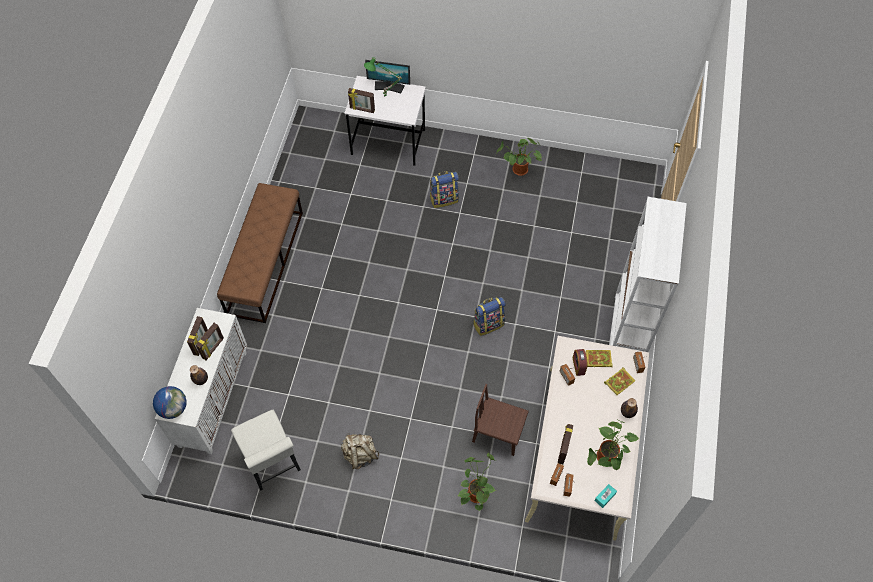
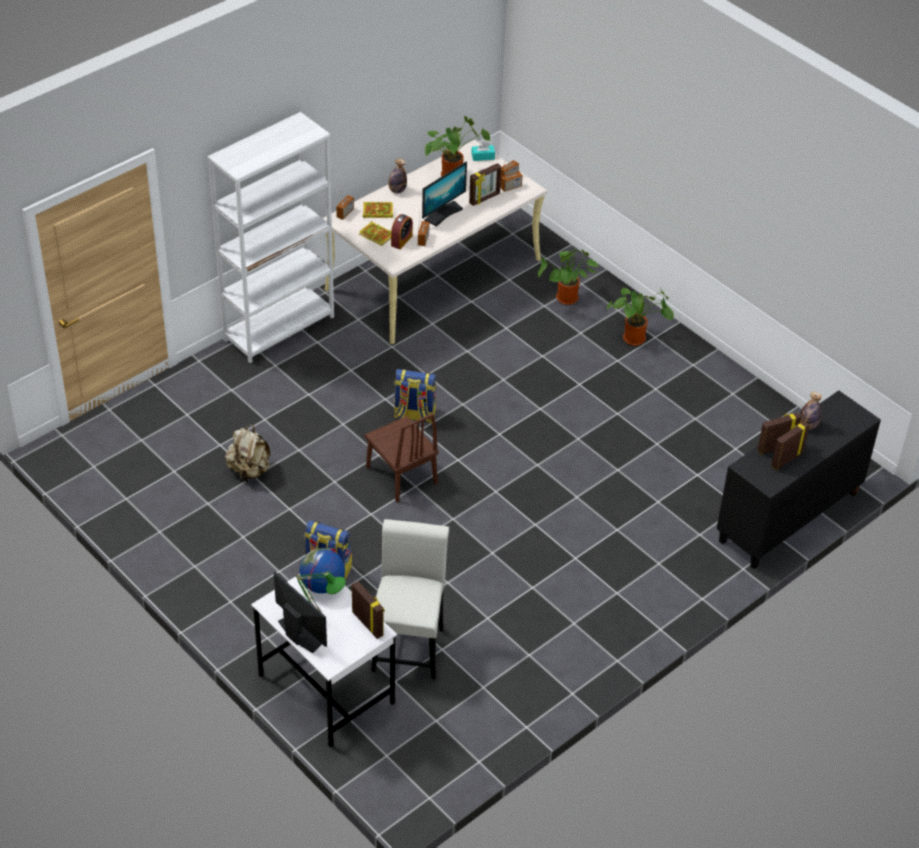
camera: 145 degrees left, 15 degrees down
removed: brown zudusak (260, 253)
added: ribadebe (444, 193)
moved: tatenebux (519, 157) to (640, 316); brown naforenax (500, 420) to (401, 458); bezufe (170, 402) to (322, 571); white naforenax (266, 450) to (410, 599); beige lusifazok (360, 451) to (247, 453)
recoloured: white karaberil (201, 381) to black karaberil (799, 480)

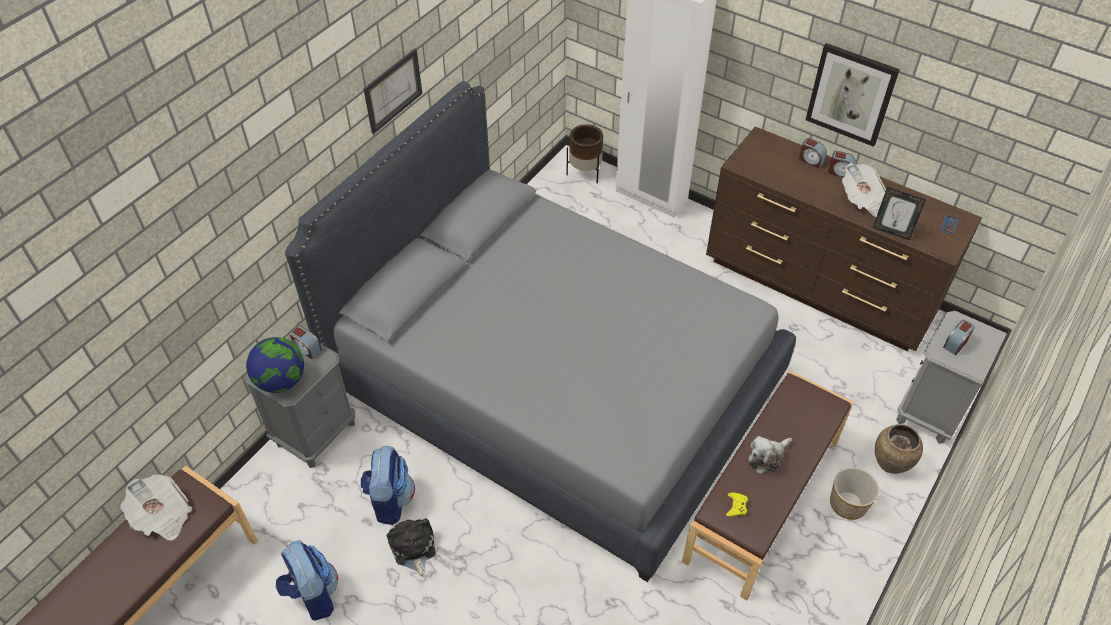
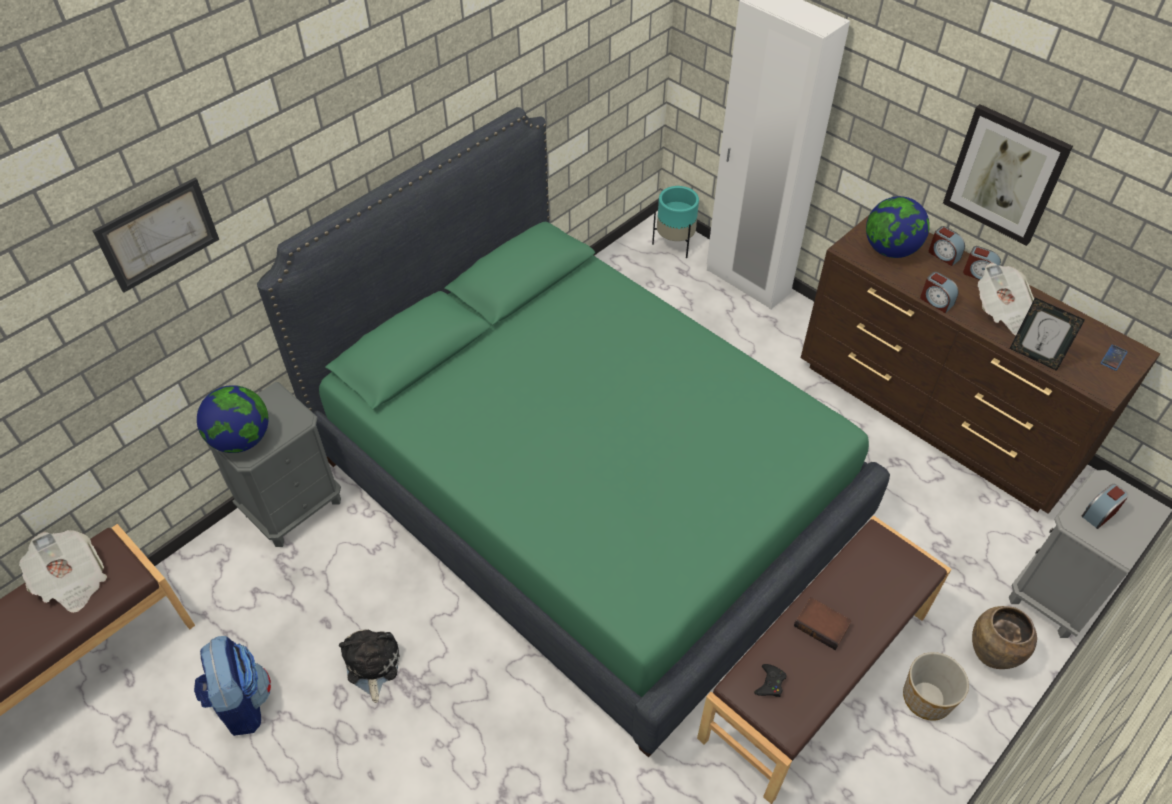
camera: 10 degrees right, 0 degrees up
removed: lusifazok (388, 485)
added: bezufe (898, 227)
moved: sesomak (393, 91) to (155, 235); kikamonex (306, 342) to (939, 292)
replaced: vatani (770, 455) to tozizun (823, 623)
recoloured: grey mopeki (540, 331) to green mopeki (573, 432); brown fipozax (585, 153) to turquoise fipozax (675, 222); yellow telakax (737, 505) to black telakax (770, 680)

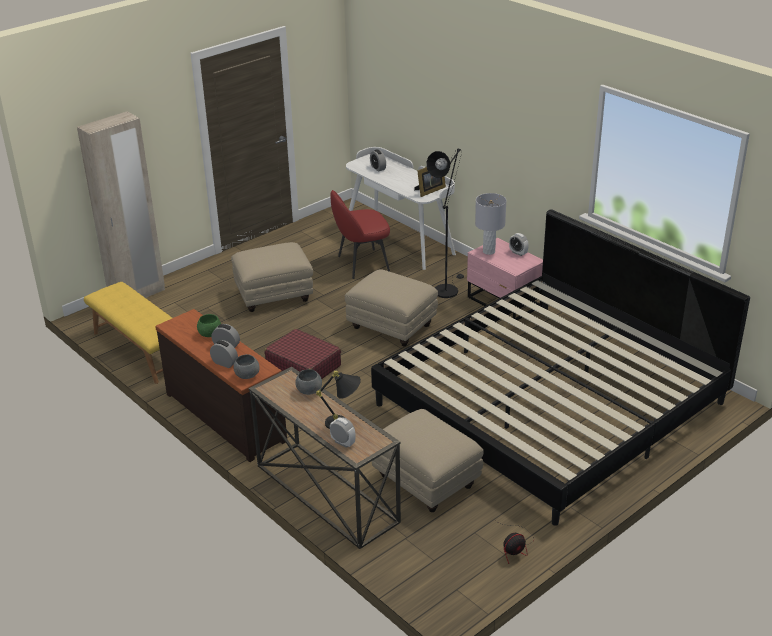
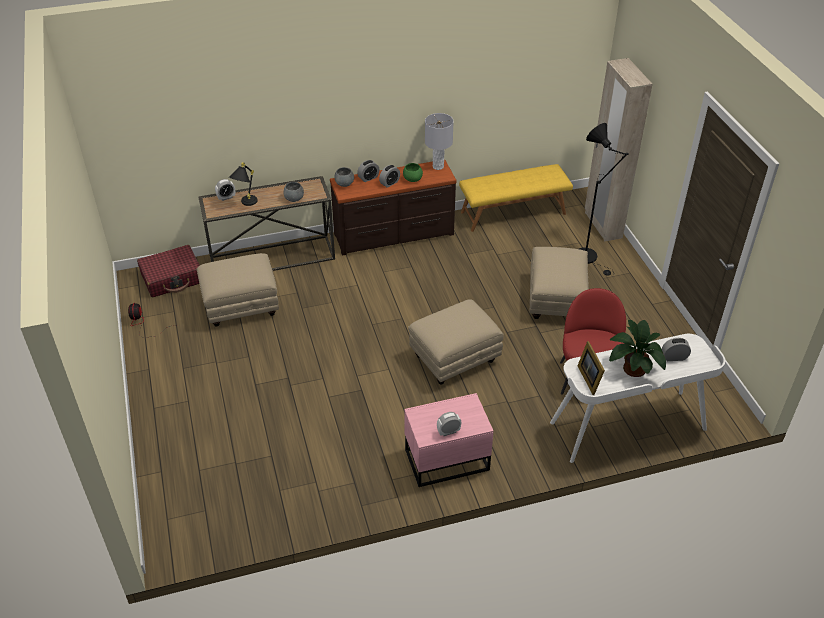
camera: 115 degrees right, 10 degrees up
removed: mopeki (560, 367)
added: tatenebux (637, 348)
moved: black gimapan (445, 223) to (604, 199); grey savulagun (490, 224) to (439, 141); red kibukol (302, 354) to (168, 271)

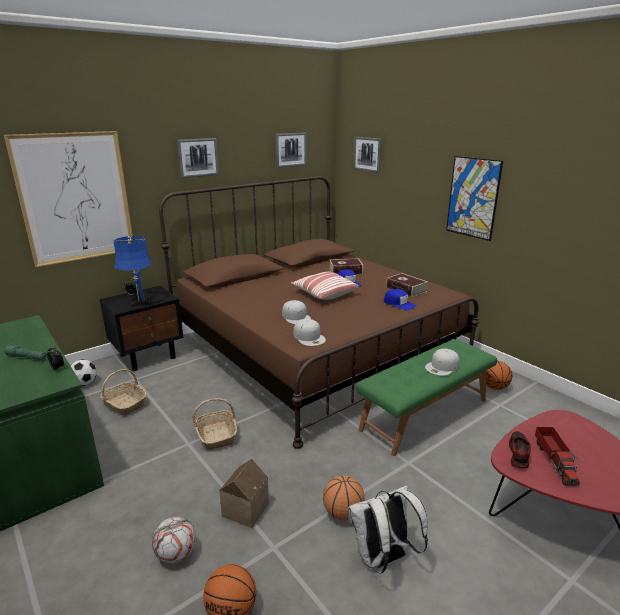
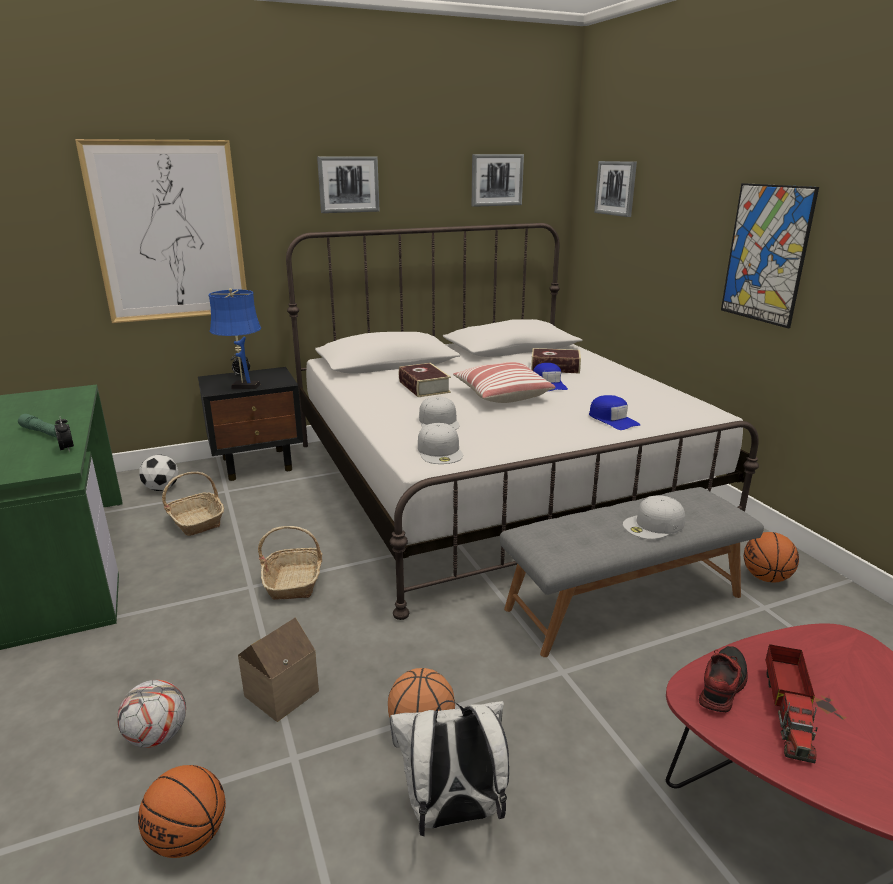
camera: 15 degrees right, 0 degrees up
moved: tozizun (407, 285) to (425, 380)
recoloured: brown mopeki (319, 312) to white mopeki (522, 421); green zudusak (426, 397) to grey zudusak (632, 572)

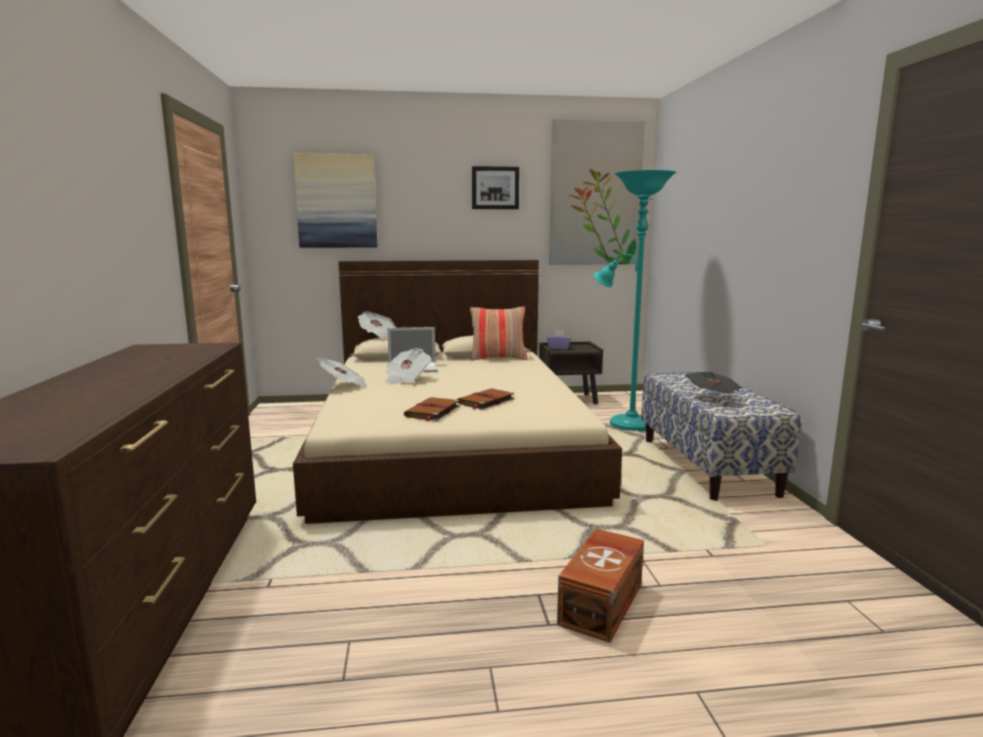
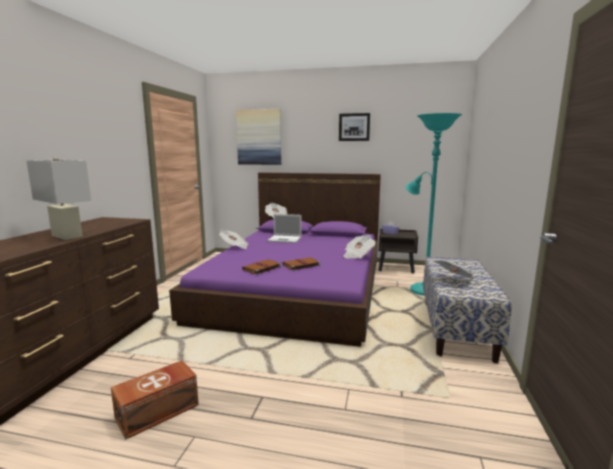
camera: 20 degrees right, 0 degrees up
removed: sesomak (597, 192); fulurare (498, 333)
added: white savulagun (58, 199)
moved: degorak (408, 366) to (359, 247); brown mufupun (600, 586) to (155, 400)
recoloured: beige mopeki (457, 392) to purple mopeki (275, 259)

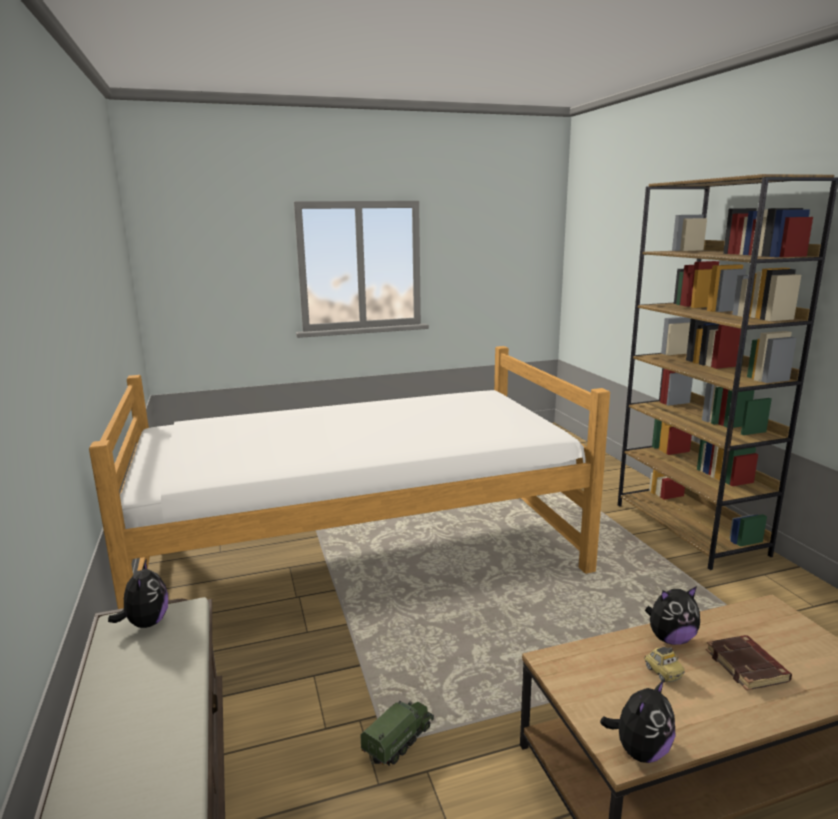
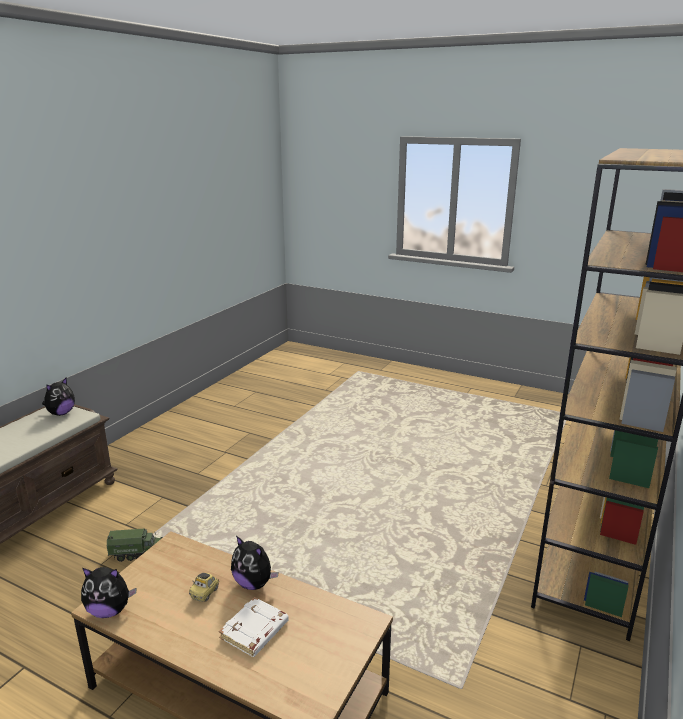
camera: 45 degrees right, 5 degrees up
removed: mopeki (349, 477)
recoloured: brown tozizun (749, 662) to white tozizun (254, 627)

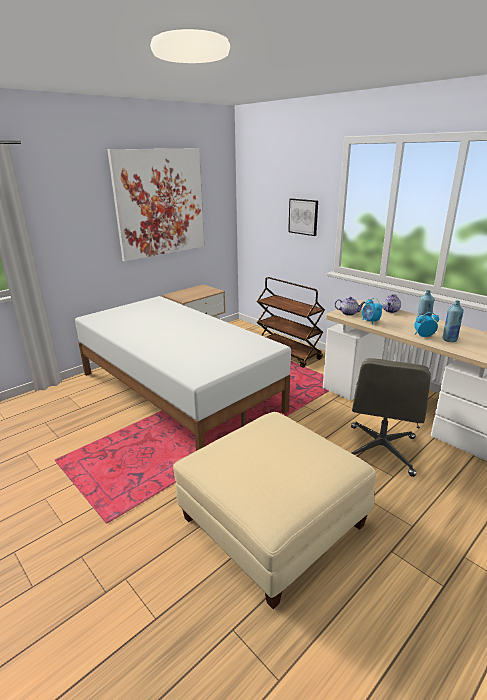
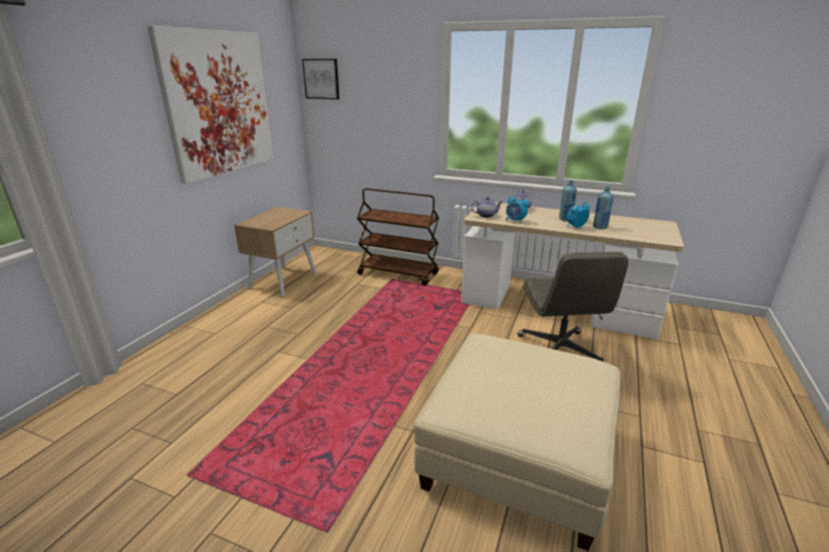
camera: 25 degrees left, 0 degrees up
removed: white mopeki (183, 373)
moved: sesomak (303, 217) to (320, 79)

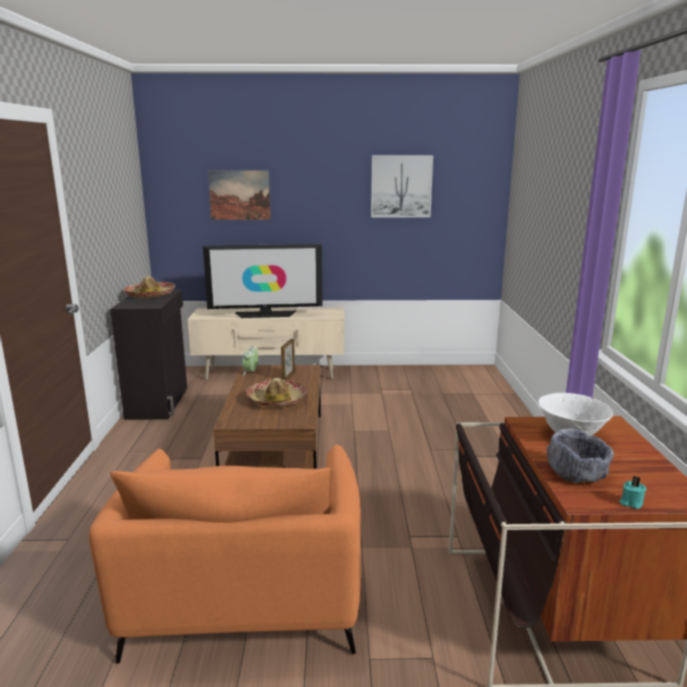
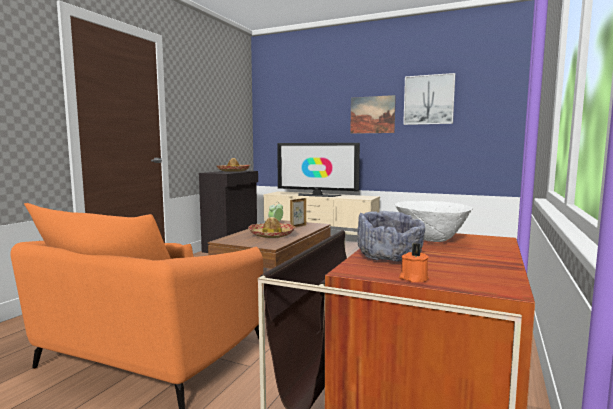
camera: 25 degrees right, 10 degrees down
moved: sesomak (239, 195) to (373, 114)
recoloured: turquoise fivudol (632, 492) to orange fivudol (414, 262)

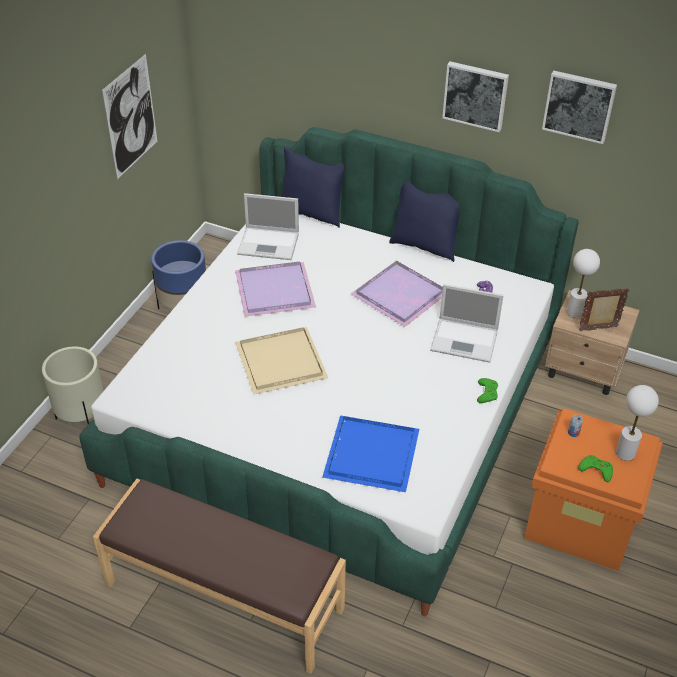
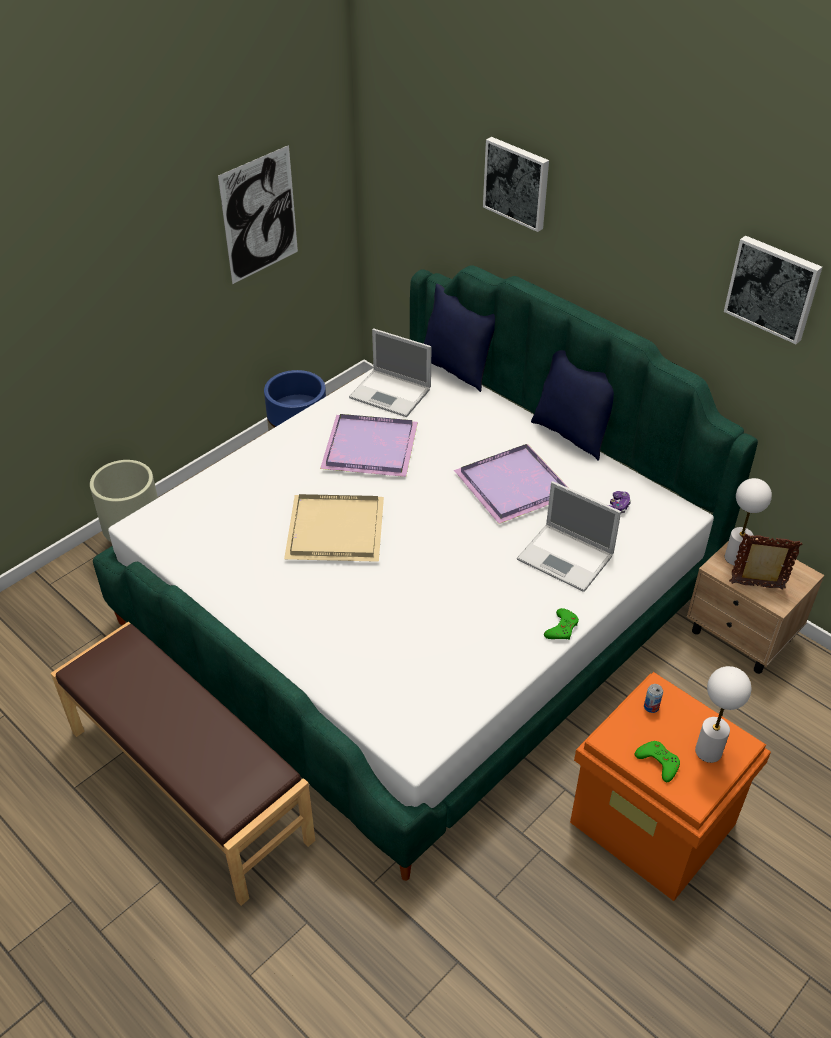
camera: 20 degrees right, 0 degrees up
removed: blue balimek (370, 453)
moved: sesomak (475, 96) to (516, 184)

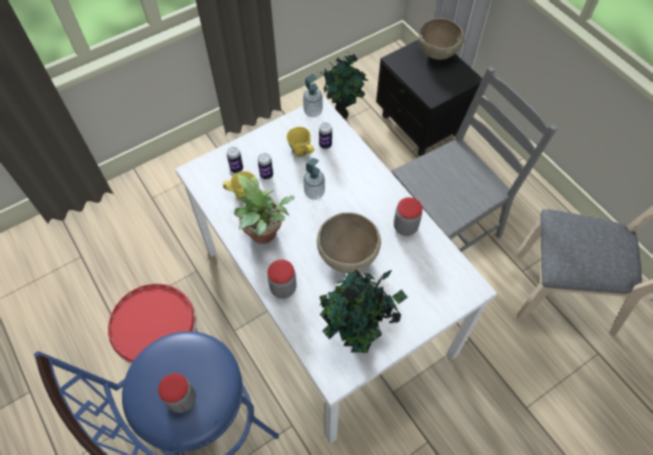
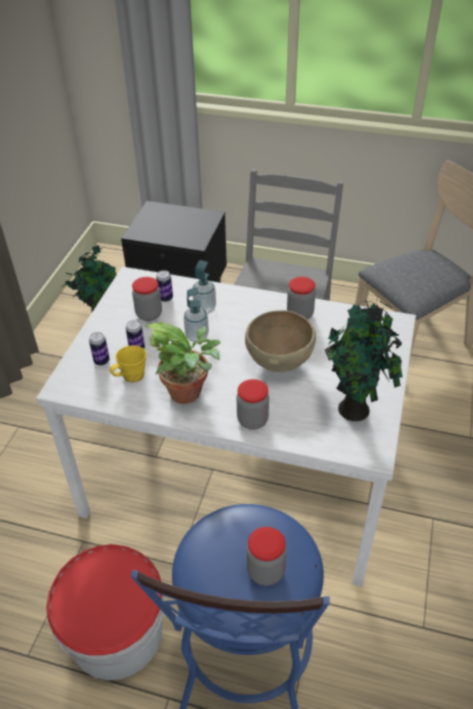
camera: 40 degrees left, 15 degrees down
removed: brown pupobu (441, 39)
moved: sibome (313, 95) to (204, 287)
replaced: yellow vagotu (300, 142) to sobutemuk (147, 299)

